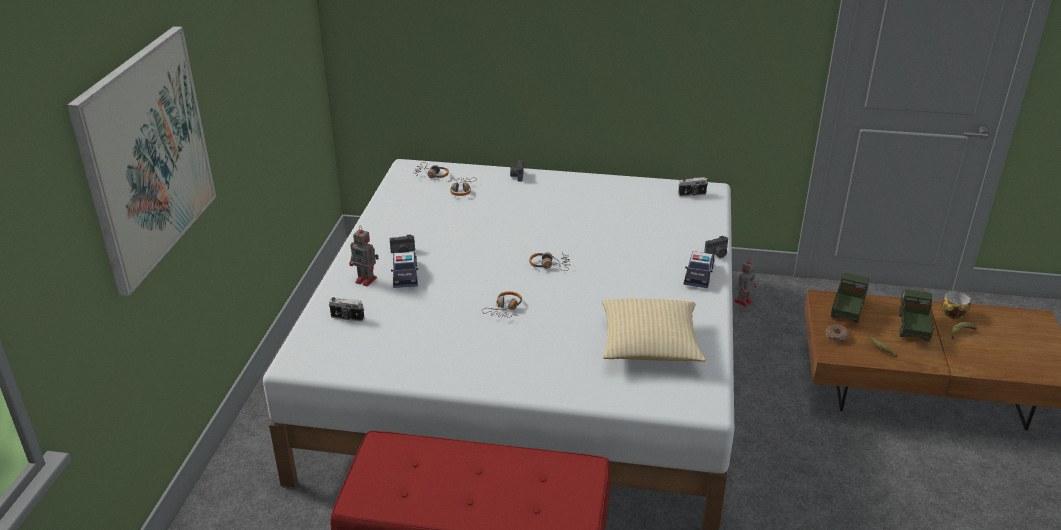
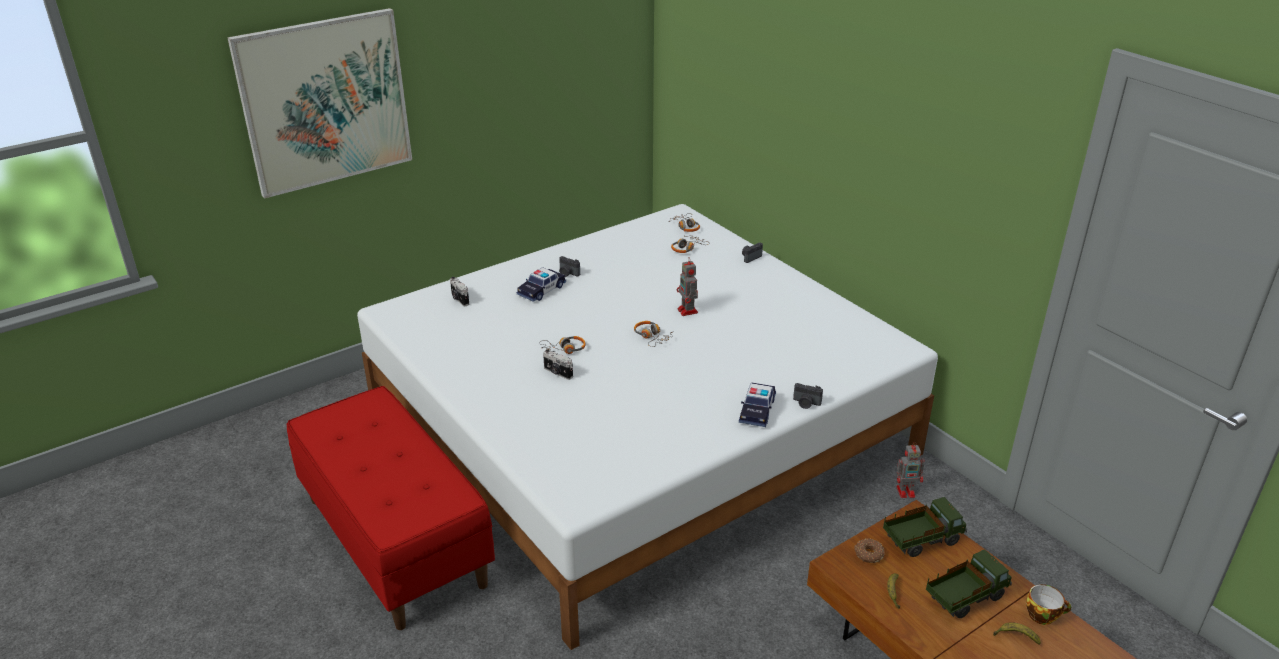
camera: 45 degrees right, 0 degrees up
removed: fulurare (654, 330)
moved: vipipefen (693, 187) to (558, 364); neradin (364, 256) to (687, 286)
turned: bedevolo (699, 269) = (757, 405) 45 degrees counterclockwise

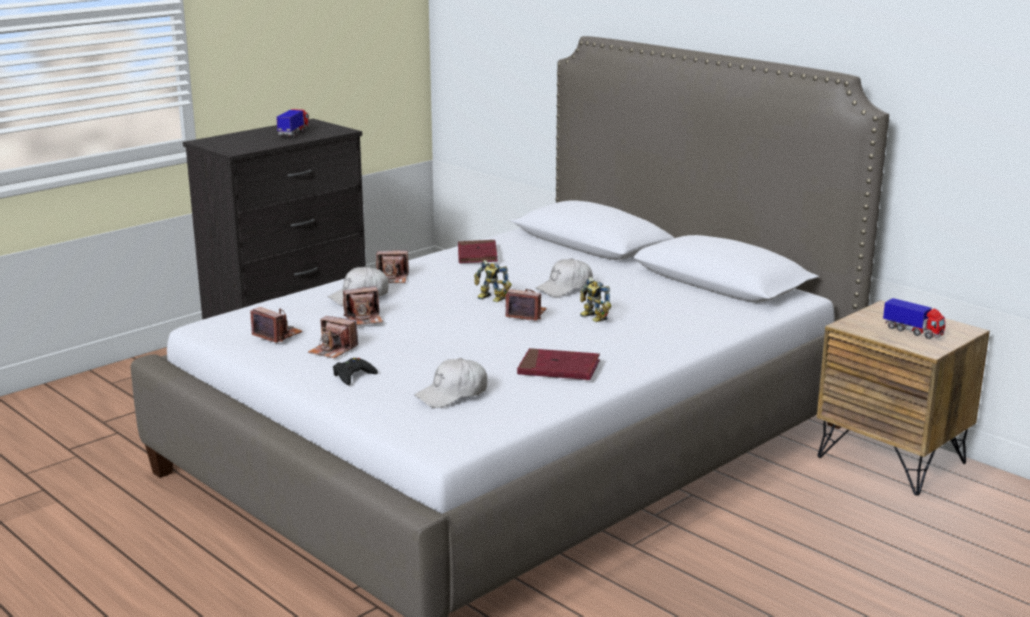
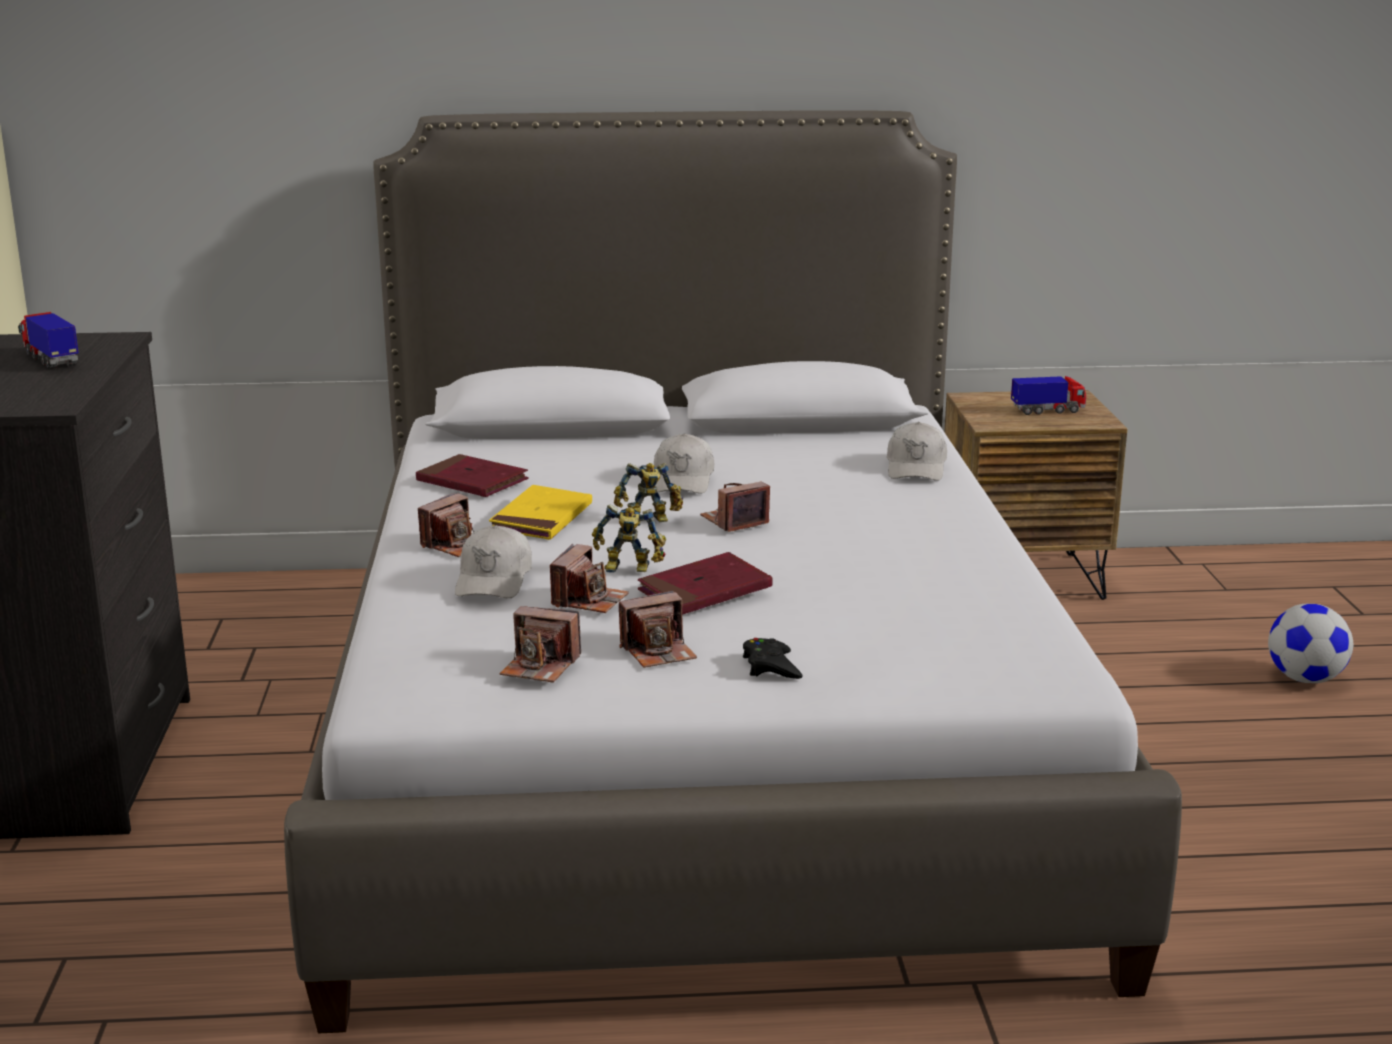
camera: 50 degrees left, 0 degrees up
added: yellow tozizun (540, 512); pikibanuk (1310, 643)
moved: neradin (596, 299) to (629, 539); red tozizun (558, 364) to (705, 583); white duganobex (451, 383) to (917, 451)
turned: vipipefen (276, 325) = (540, 644) 150 degrees counterclockwise

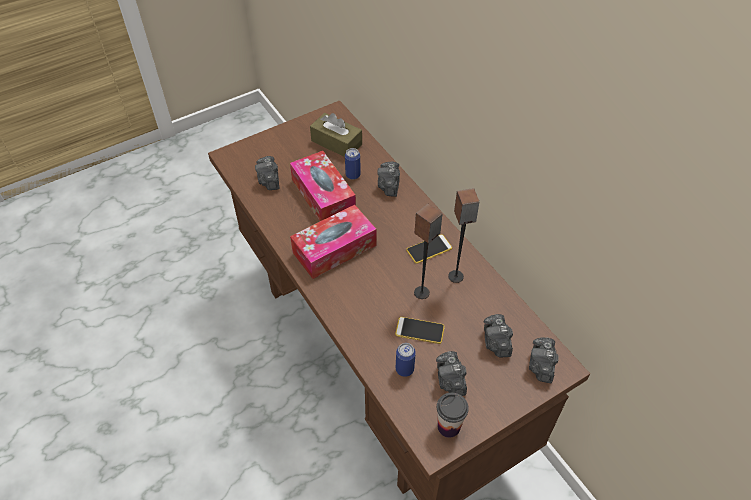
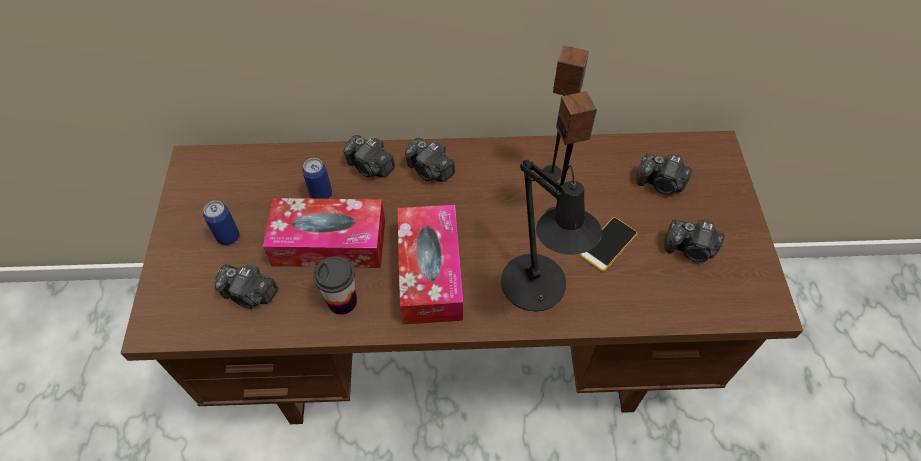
camera: 60 degrees left, 5 degrees up
removed: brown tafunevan (336, 135); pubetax (429, 249)
added: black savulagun (551, 236)
moved: vipipefen (544, 360) to (430, 160); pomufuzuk (406, 360) to (221, 223); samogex (453, 415) to (335, 285)

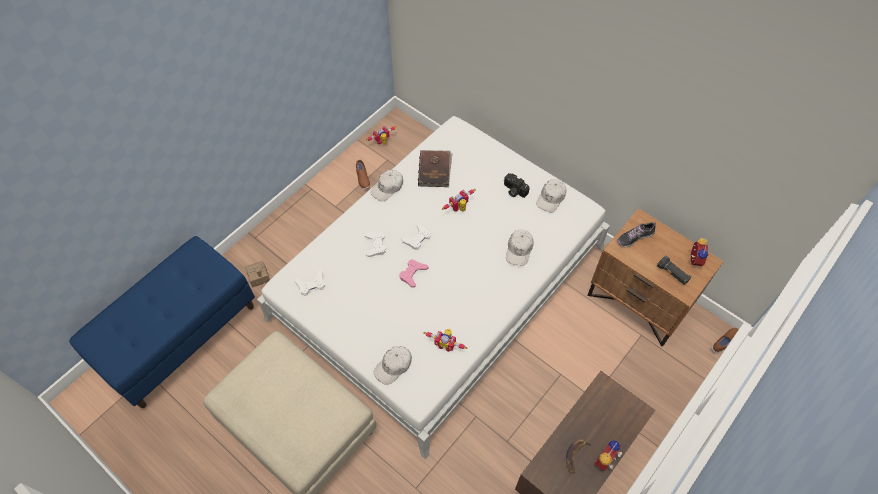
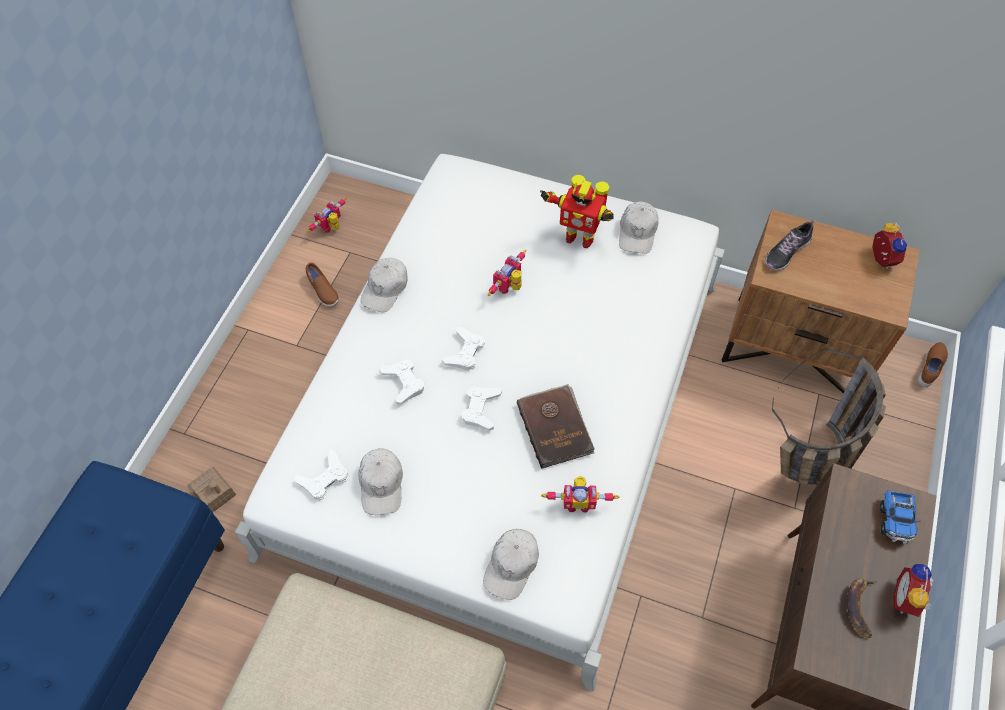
camera: 20 degrees left, 0 degrees up
removed: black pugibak (674, 270)
added: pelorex (829, 417); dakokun (900, 517)
moved: brown tozizun (435, 168) to (556, 426); white duganobex (519, 247) to (380, 481)
replaced: vipipefen (517, 185) to neradin (577, 211)
recoloured: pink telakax (414, 274) to white telakax (481, 409)

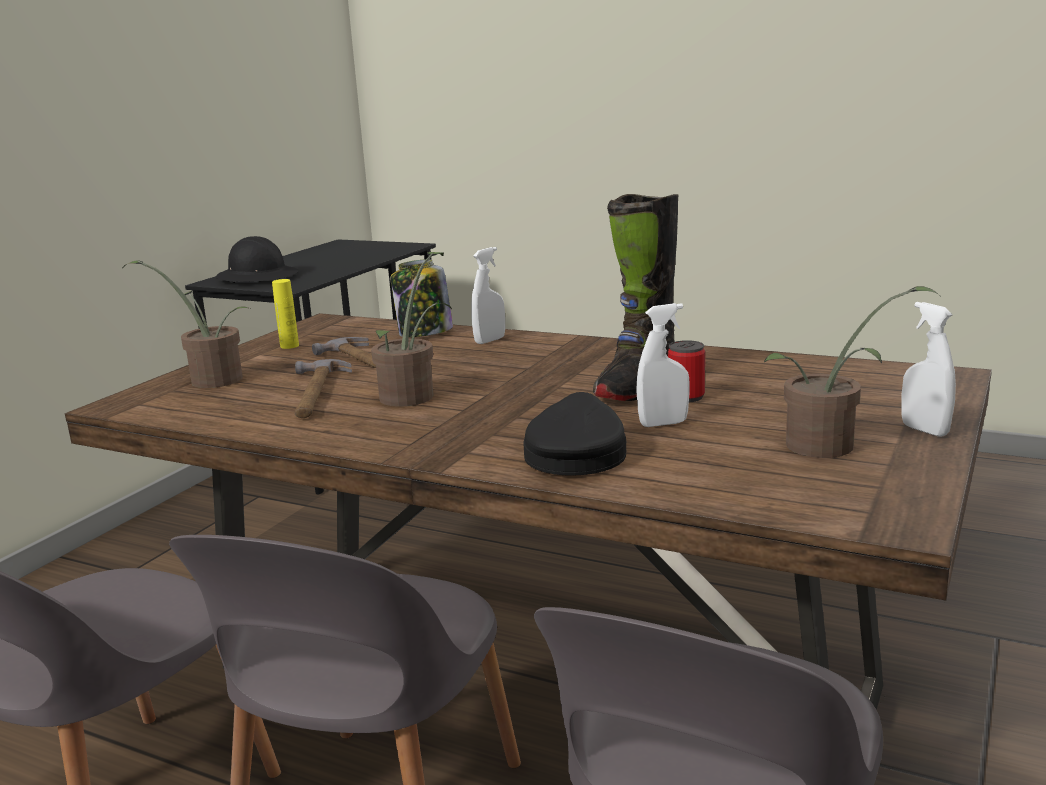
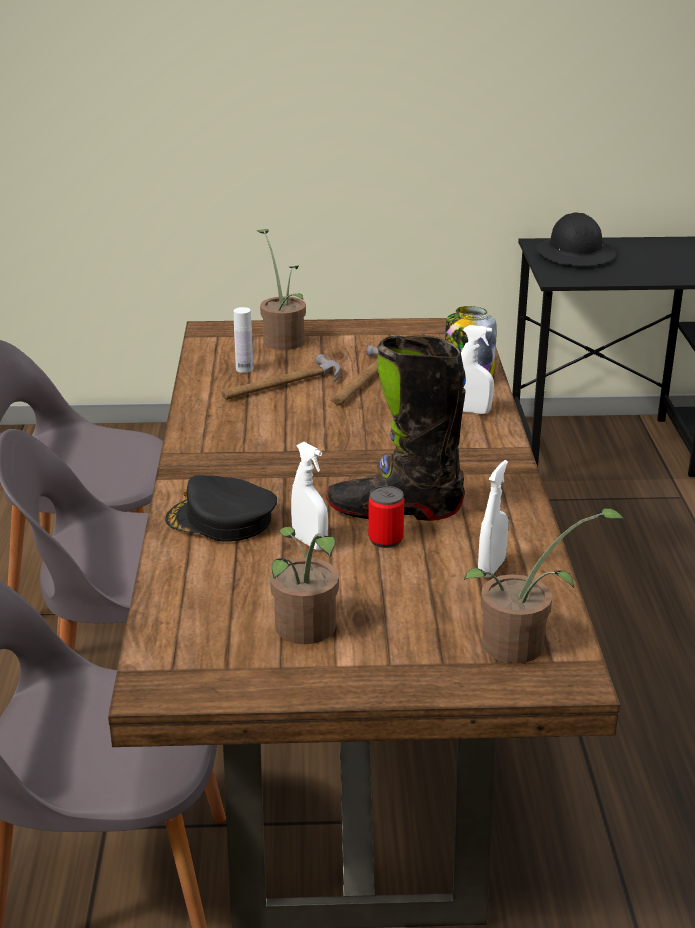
camera: 60 degrees right, 10 degrees up
removed: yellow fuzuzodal (285, 314)
added: white fuzuzodal (243, 340)
moved: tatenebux (411, 329) to (545, 586); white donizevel (929, 369) to (493, 519)
turned: black duganobex (574, 433) = (221, 508) 150 degrees counterclockwise

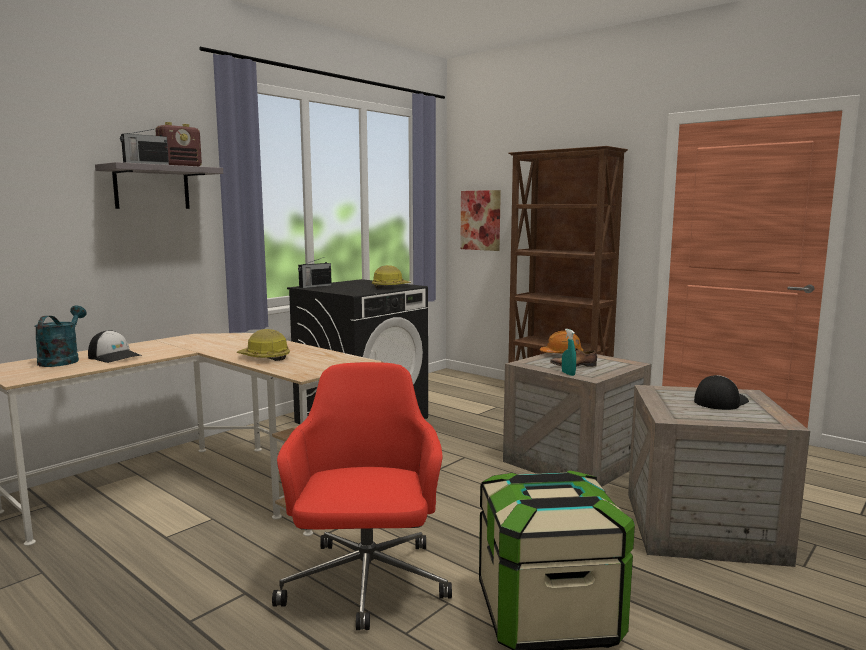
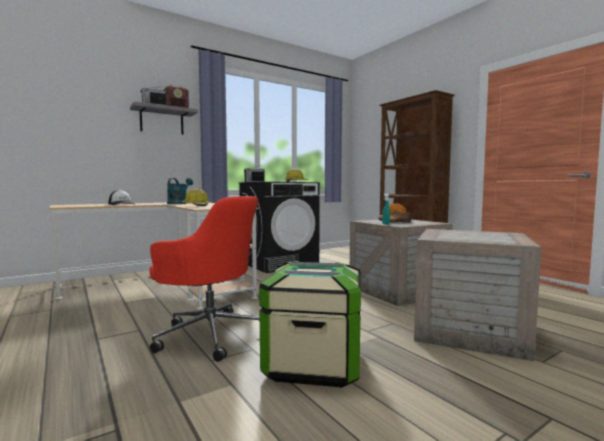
camera: 15 degrees right, 5 degrees down
removed: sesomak (480, 220); duganobex (721, 392)
moved: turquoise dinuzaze (60, 336) to (180, 191)
turned: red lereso (362, 496) = (205, 279) 105 degrees clockwise

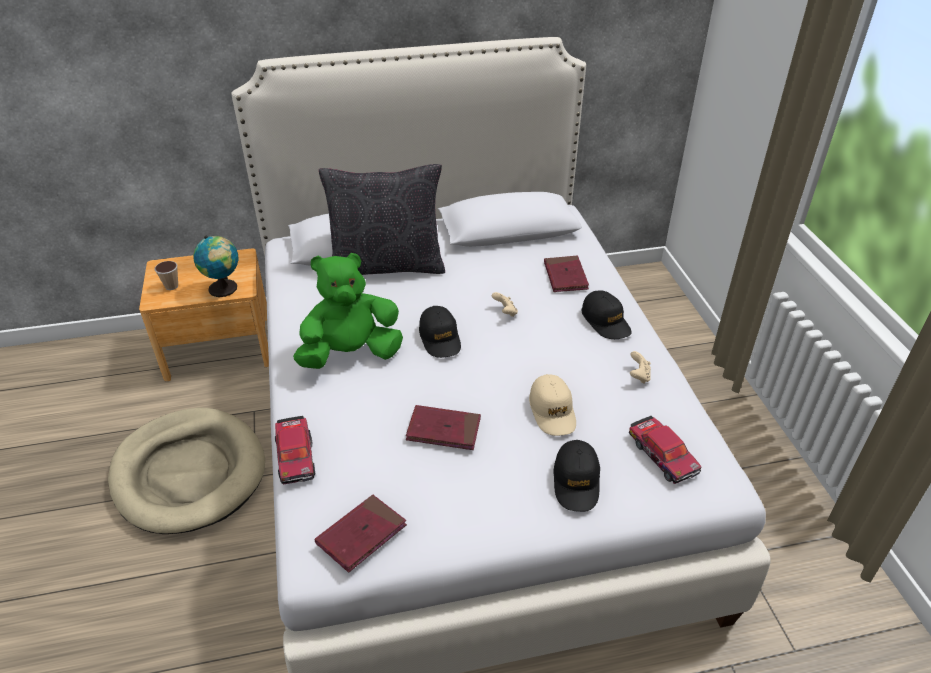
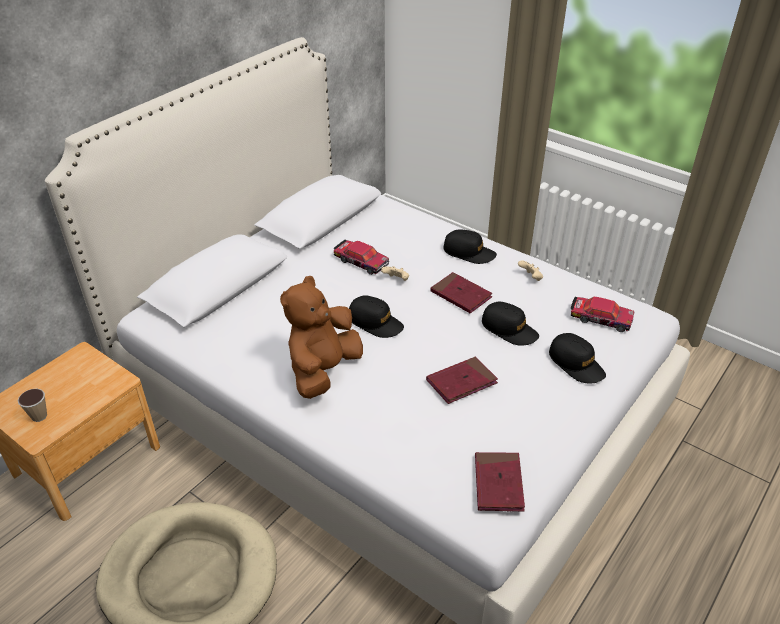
camera: 40 degrees left, 0 degrees up
removed: black fulurare (382, 219); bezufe (216, 266)
moved: red tozizun (566, 273) to (461, 292); bedevolo (295, 450) to (361, 257)
recoloured: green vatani (348, 311) to brown vatani (321, 337); beige duganobex (552, 405) to black duganobex (510, 324)

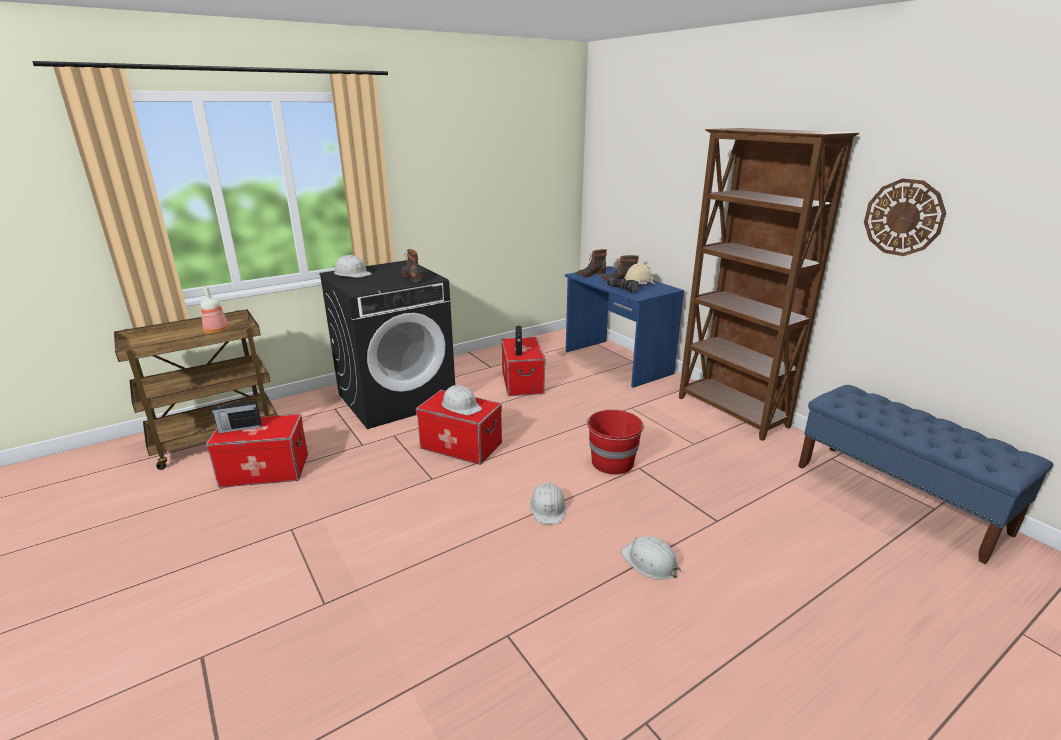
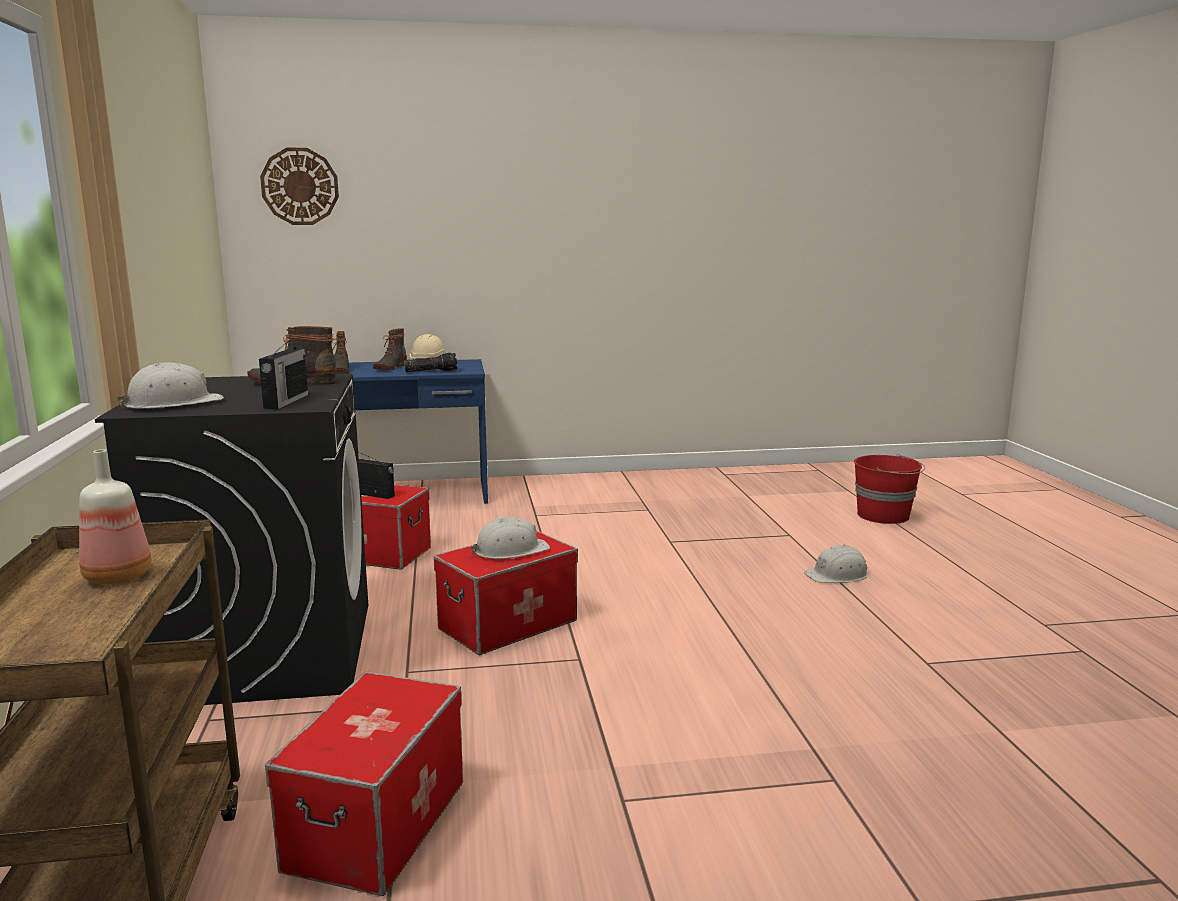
camera: 65 degrees left, 10 degrees down
removed: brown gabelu (769, 284); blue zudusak (925, 474); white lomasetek (548, 503)
moved: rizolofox (905, 217) to (299, 186); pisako (237, 415) to (283, 372); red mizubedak (615, 442) to (889, 489)

